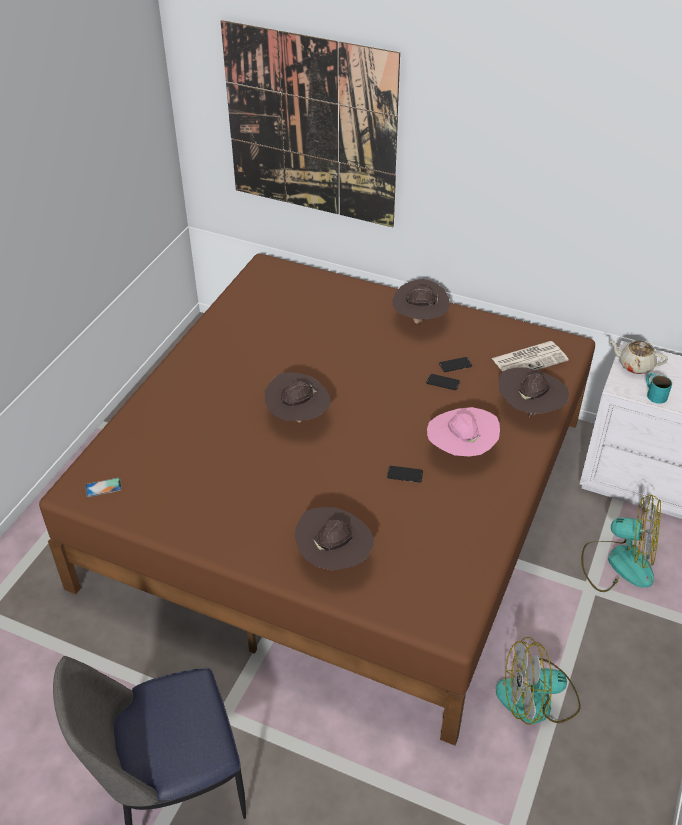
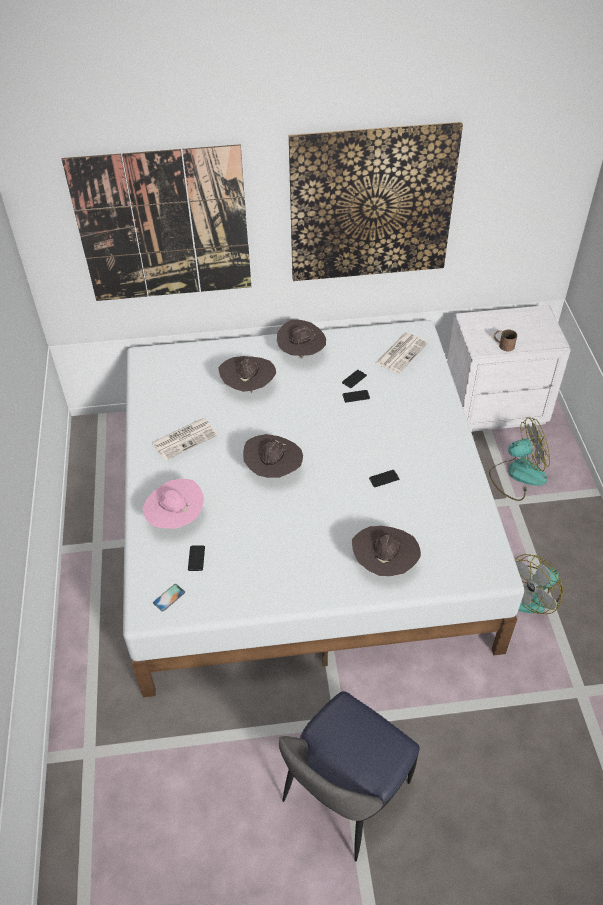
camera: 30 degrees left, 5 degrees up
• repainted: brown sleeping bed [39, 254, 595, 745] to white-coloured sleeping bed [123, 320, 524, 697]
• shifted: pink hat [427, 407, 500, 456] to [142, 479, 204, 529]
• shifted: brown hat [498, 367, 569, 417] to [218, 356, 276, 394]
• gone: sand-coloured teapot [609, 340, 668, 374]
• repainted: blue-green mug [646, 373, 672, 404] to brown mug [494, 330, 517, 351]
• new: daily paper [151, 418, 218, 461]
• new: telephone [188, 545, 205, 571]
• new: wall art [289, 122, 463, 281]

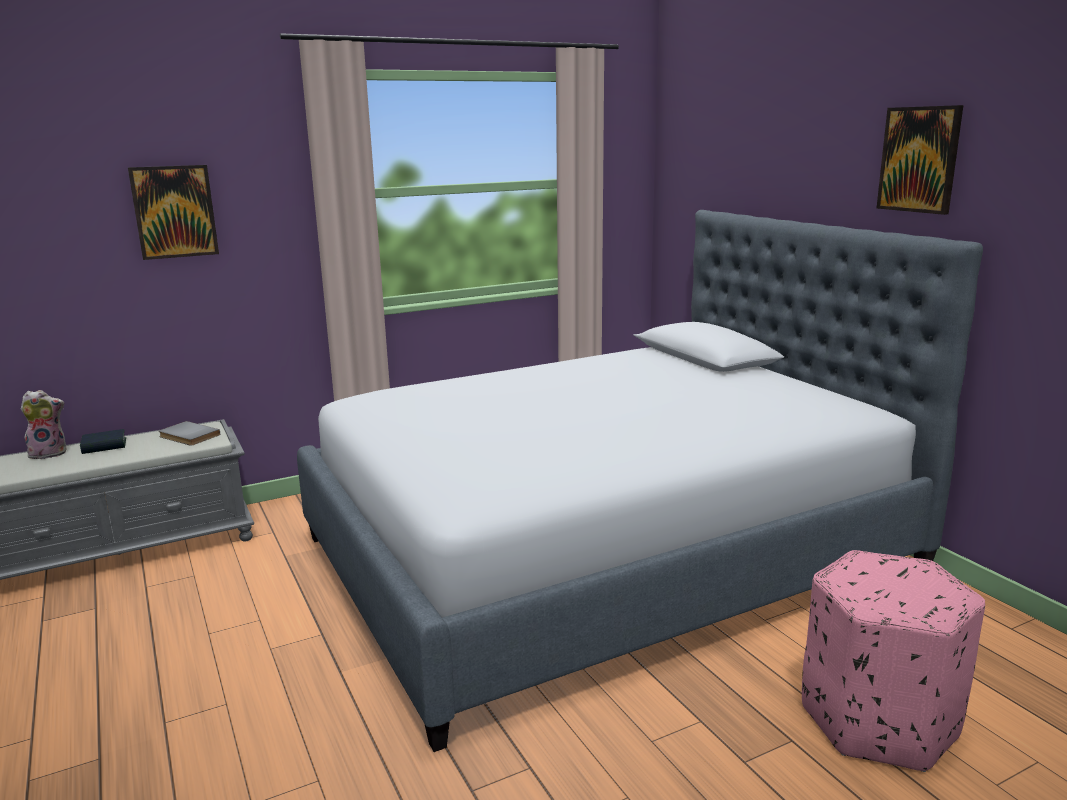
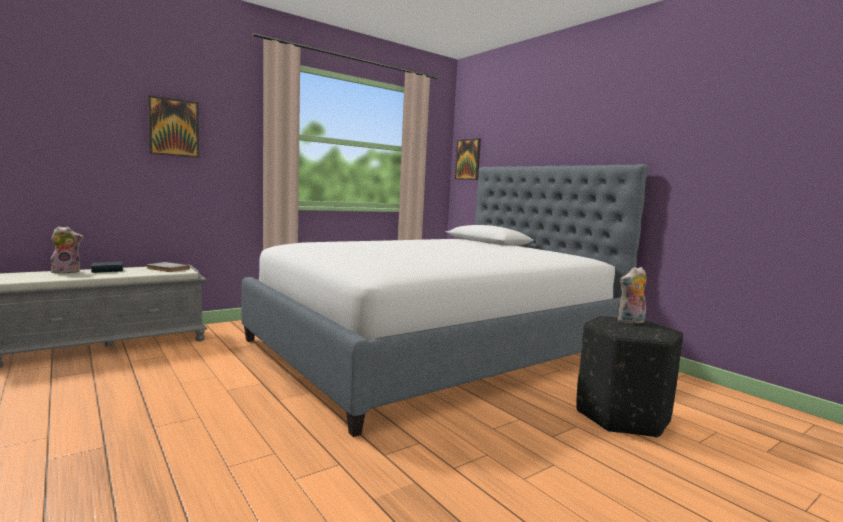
camera: 10 degrees left, 10 degrees down
• repainted: pink footrest [802, 550, 985, 772] to black footrest [576, 316, 683, 438]
• shifted: wall art [877, 105, 963, 215] to [455, 138, 481, 180]
• new: cuddly toy [617, 267, 647, 324]

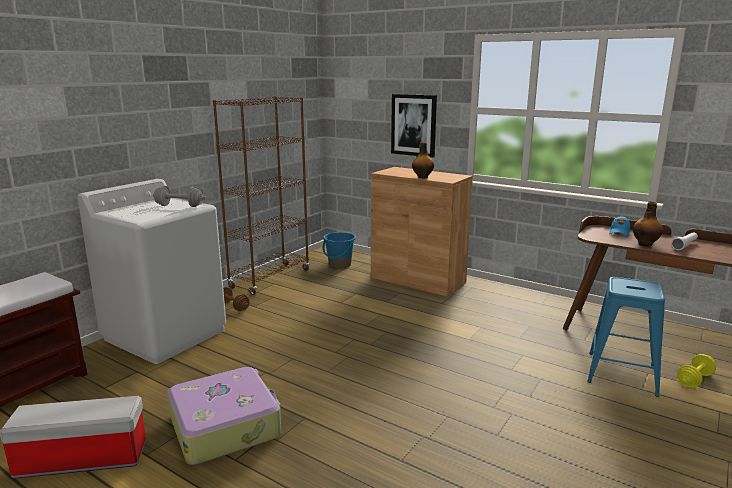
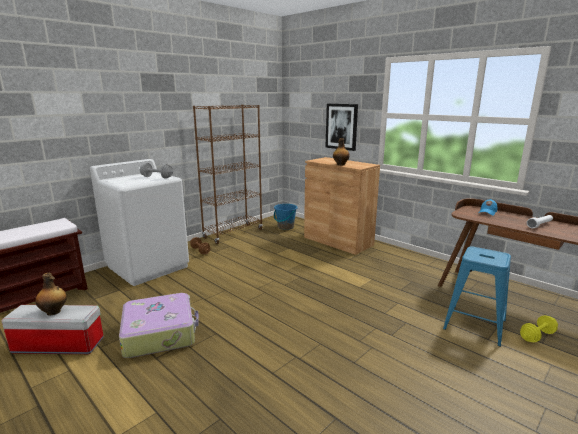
camera: 10 degrees right, 0 degrees up
• shifted: beverage bottle [633, 202, 663, 247] to [35, 273, 67, 315]

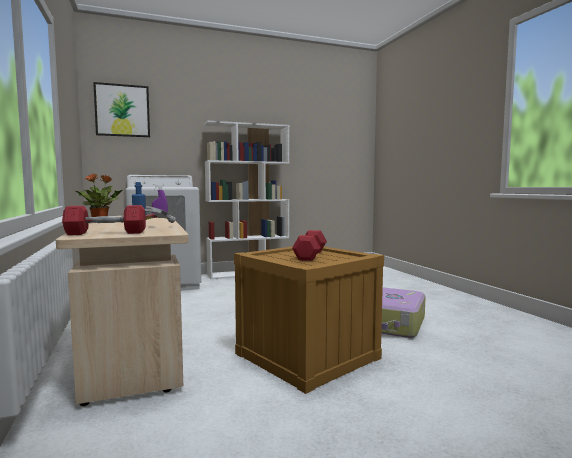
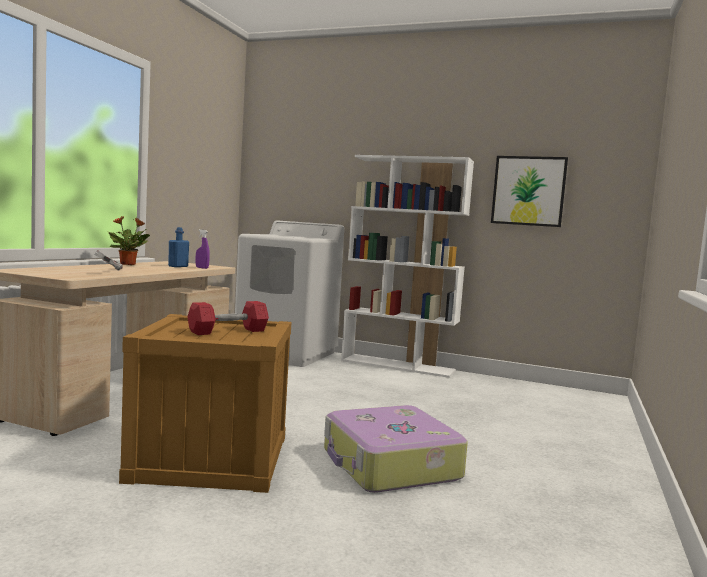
camera: 40 degrees right, 0 degrees up
• gone: red hand weight [62, 205, 146, 235]
• shifted: wall art [93, 82, 150, 137] to [491, 156, 568, 227]

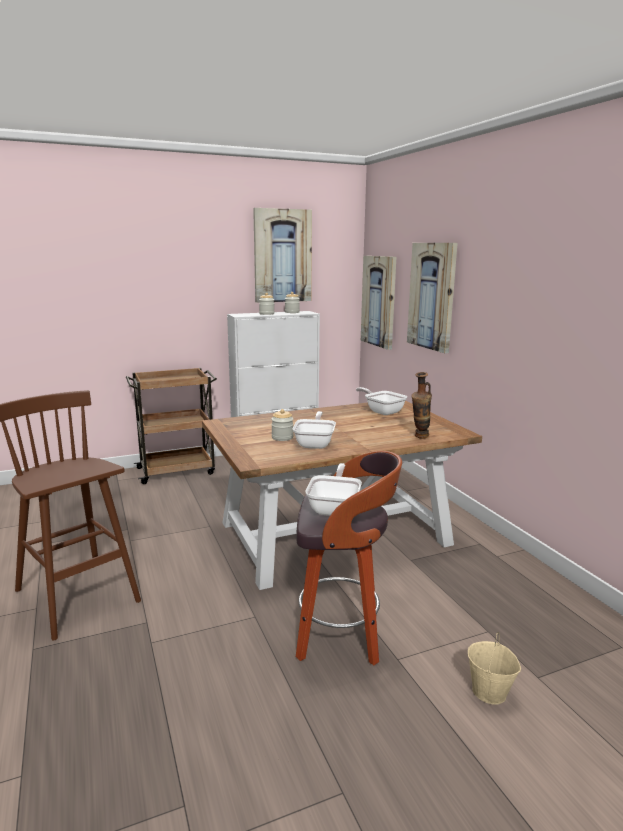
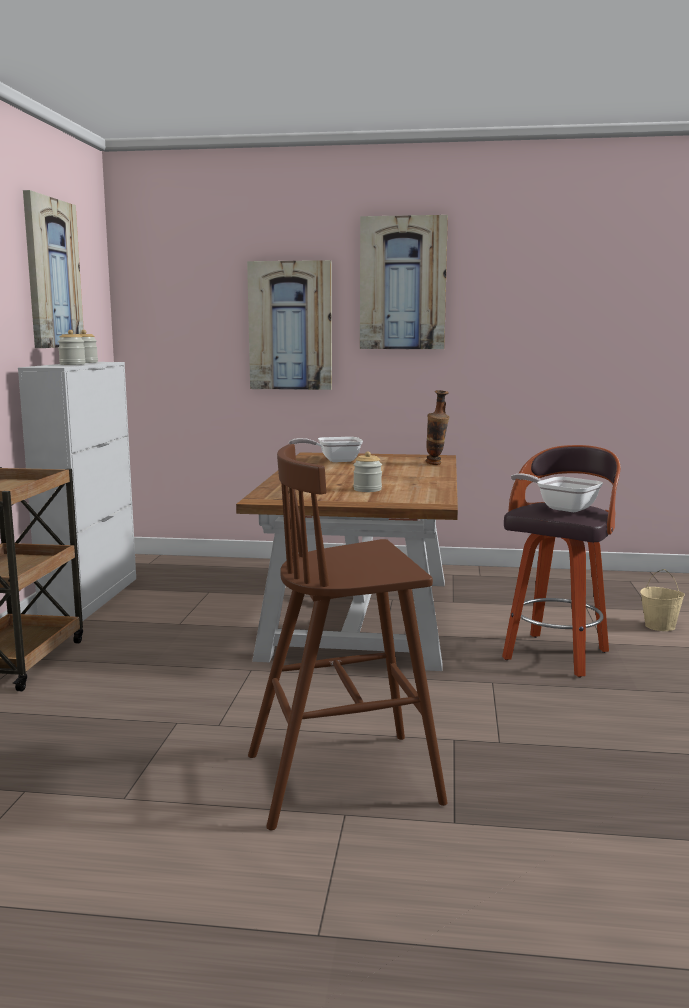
camera: 60 degrees left, 5 degrees down
• gone: pan [293, 411, 336, 449]
• shifted: wall art [361, 256, 396, 350] to [360, 215, 448, 349]

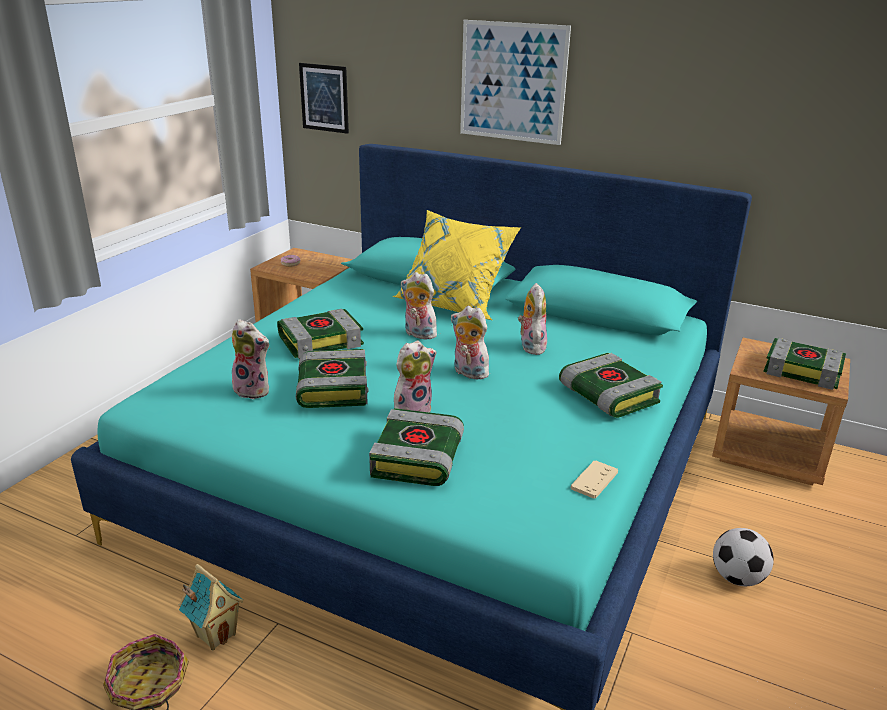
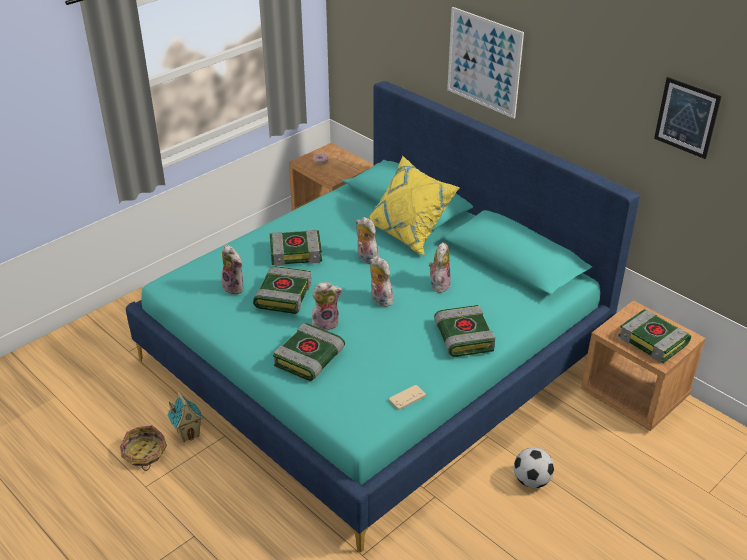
camera: 20 degrees right, 10 degrees up
• shifted: wall art [299, 63, 349, 134] to [654, 77, 722, 159]

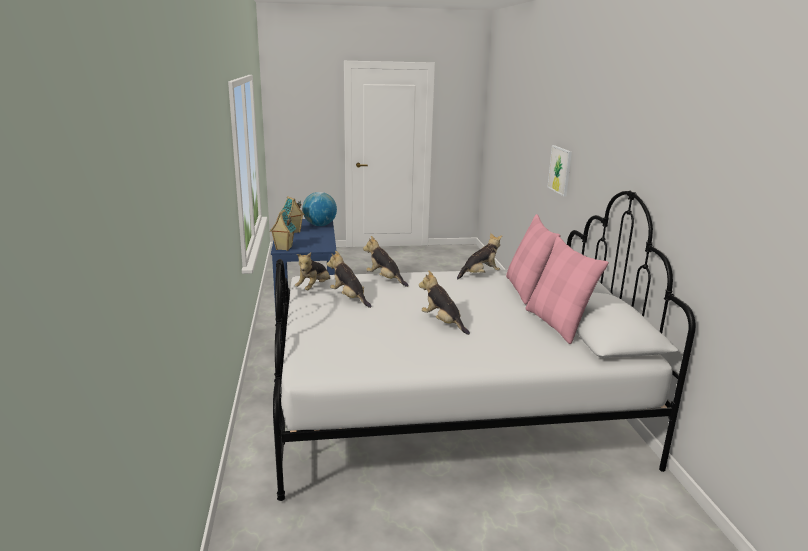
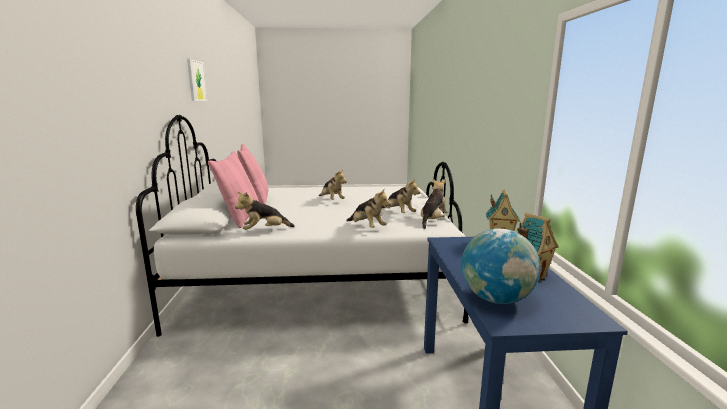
camera: 175 degrees left, 5 degrees down
• shifted: wall art [548, 145, 572, 197] to [187, 59, 208, 101]

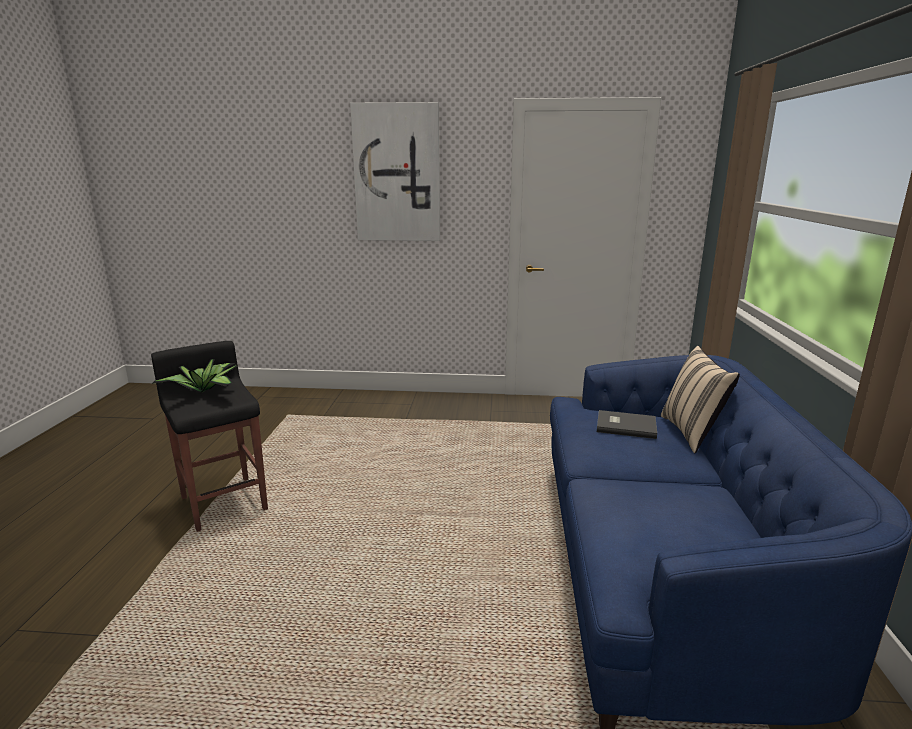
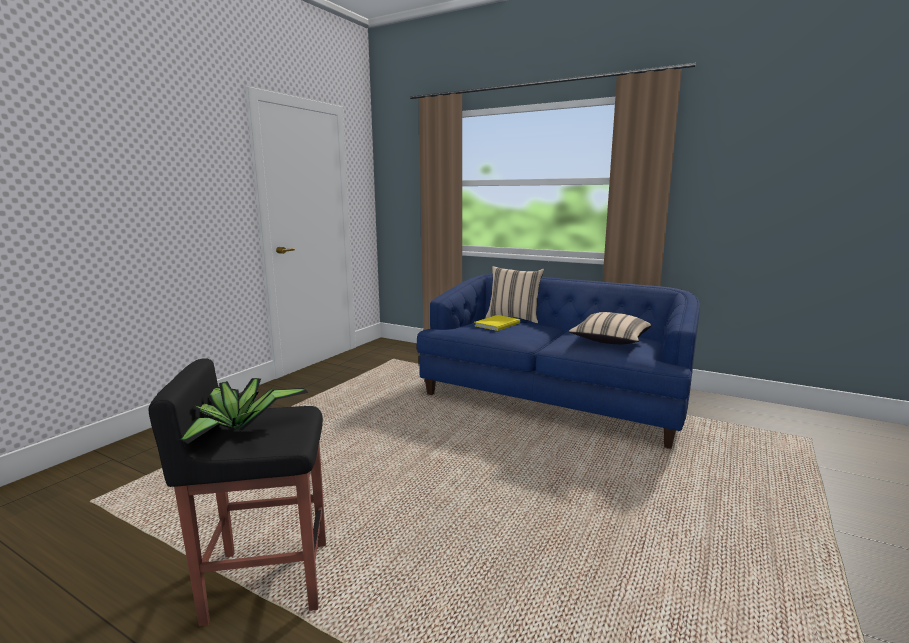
camera: 65 degrees left, 5 degrees down
• gone: wall art [350, 102, 440, 241]
• repainted: grey book [597, 410, 657, 439] to yellowish book [475, 315, 520, 331]
• new: sand-coloured pillow [569, 312, 651, 344]

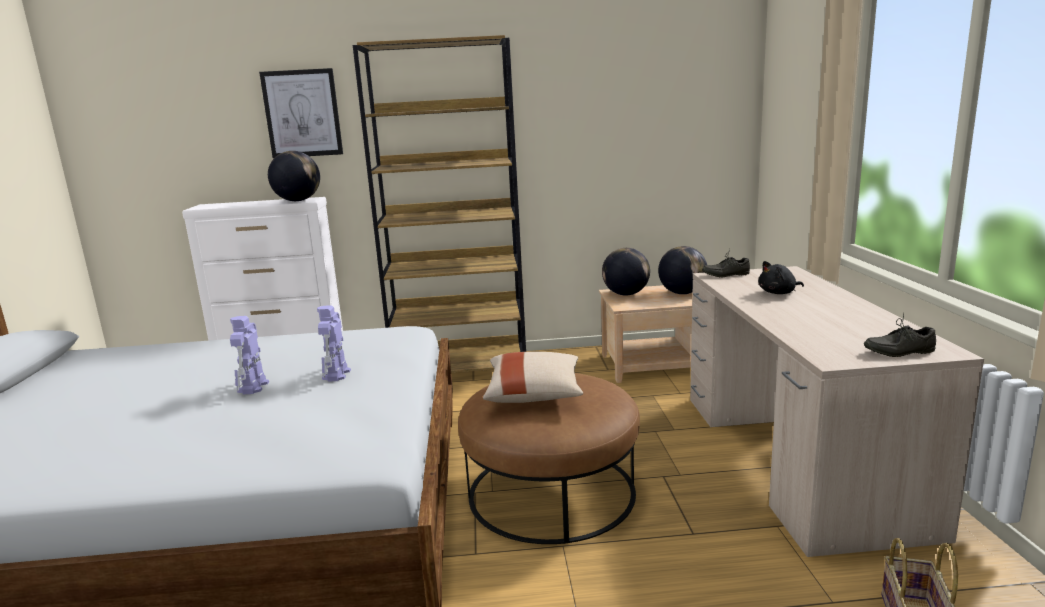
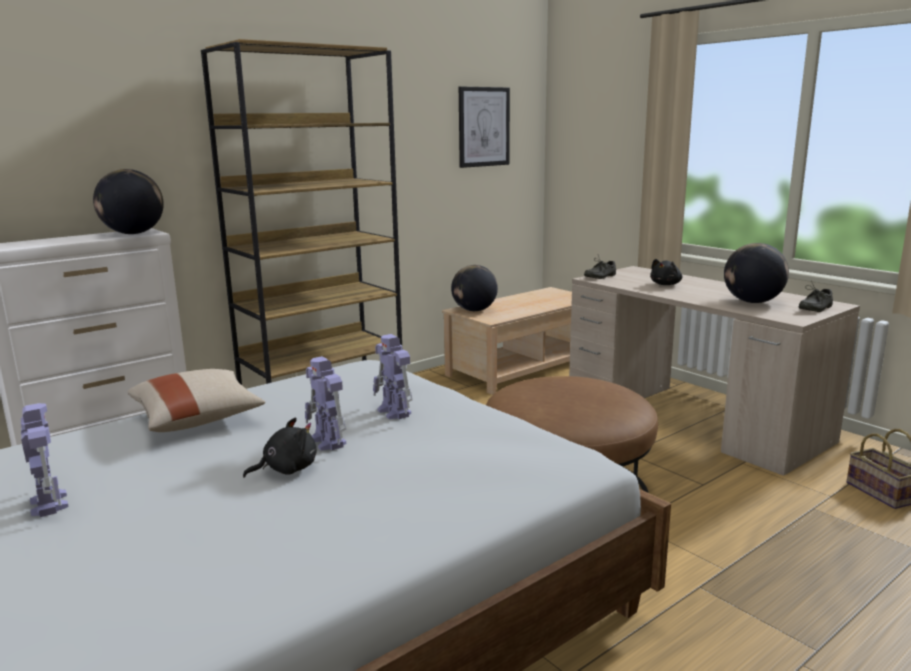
camera: 35 degrees left, 0 degrees up
• shifted: wall art [259, 68, 343, 158] to [459, 86, 510, 168]
• shifted: sand-coloured pillow [483, 352, 583, 403] to [128, 369, 266, 432]
• shifted: globe [658, 246, 707, 294] to [724, 243, 789, 303]
• new: toy robot [21, 403, 69, 517]
• new: black cuddly toy [243, 417, 317, 478]

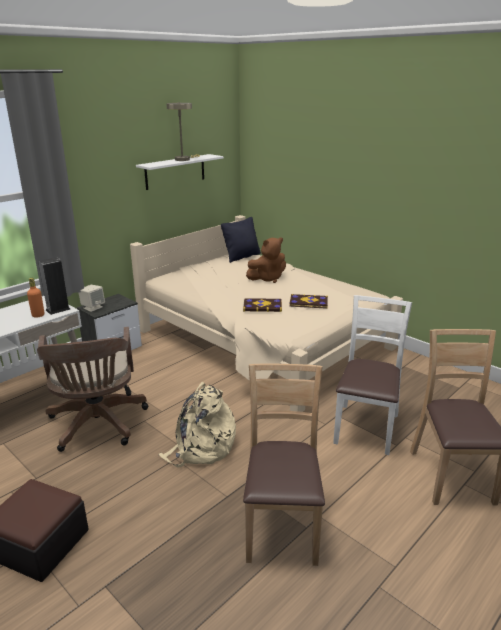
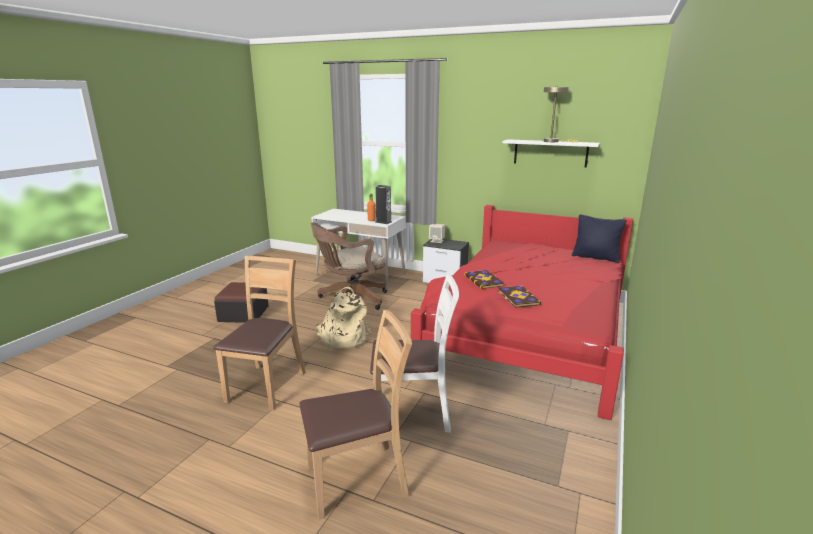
camera: 70 degrees right, 5 degrees down
• repainted: sand-coloured sleeping bed [130, 215, 403, 412] to red sleeping bed [411, 205, 633, 420]
• rotated: brown upright chair [243, 364, 325, 566] = [213, 256, 306, 411] 60 degrees counterclockwise
• gone: brown cuddly toy [246, 238, 286, 283]

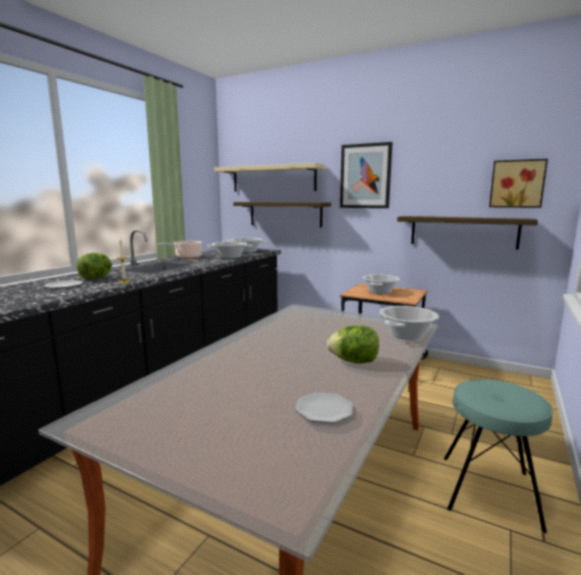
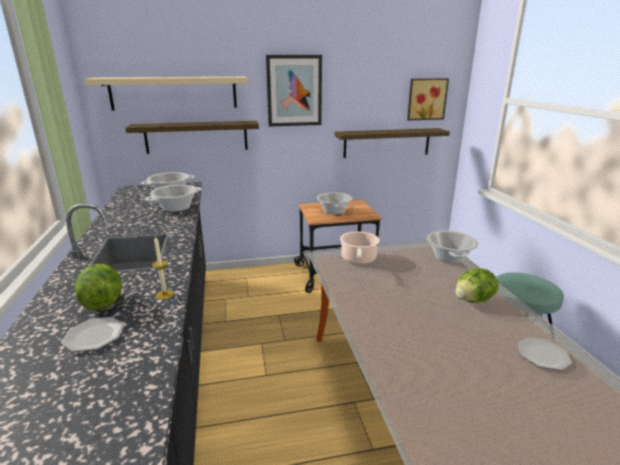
camera: 40 degrees left, 10 degrees up
• shifted: cooking pot [157, 241, 202, 258] to [340, 232, 380, 264]

